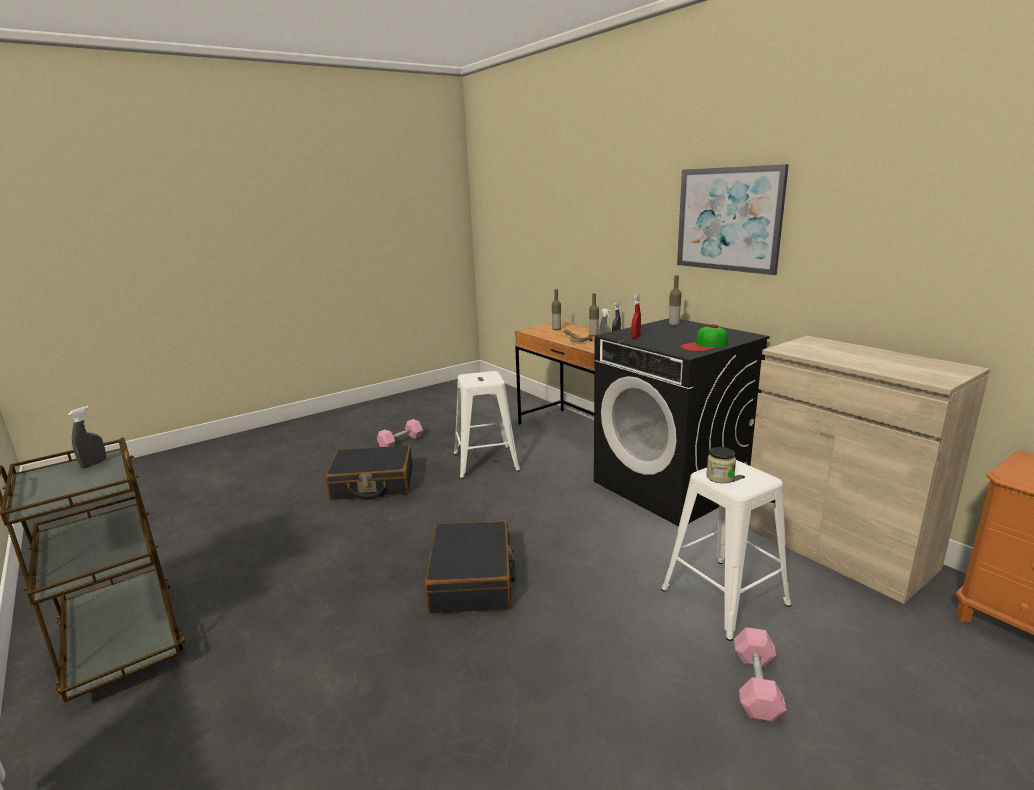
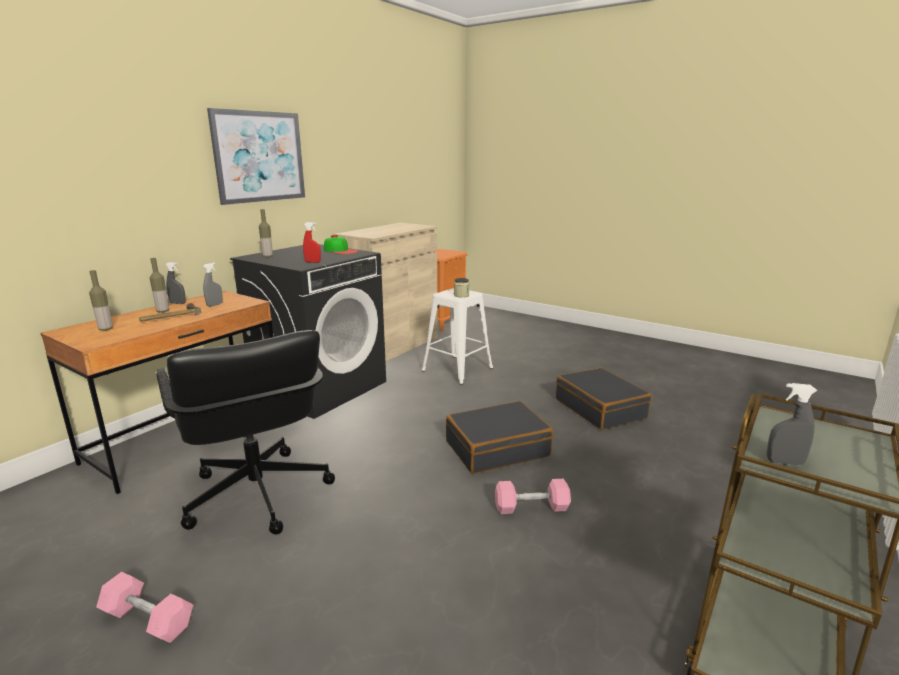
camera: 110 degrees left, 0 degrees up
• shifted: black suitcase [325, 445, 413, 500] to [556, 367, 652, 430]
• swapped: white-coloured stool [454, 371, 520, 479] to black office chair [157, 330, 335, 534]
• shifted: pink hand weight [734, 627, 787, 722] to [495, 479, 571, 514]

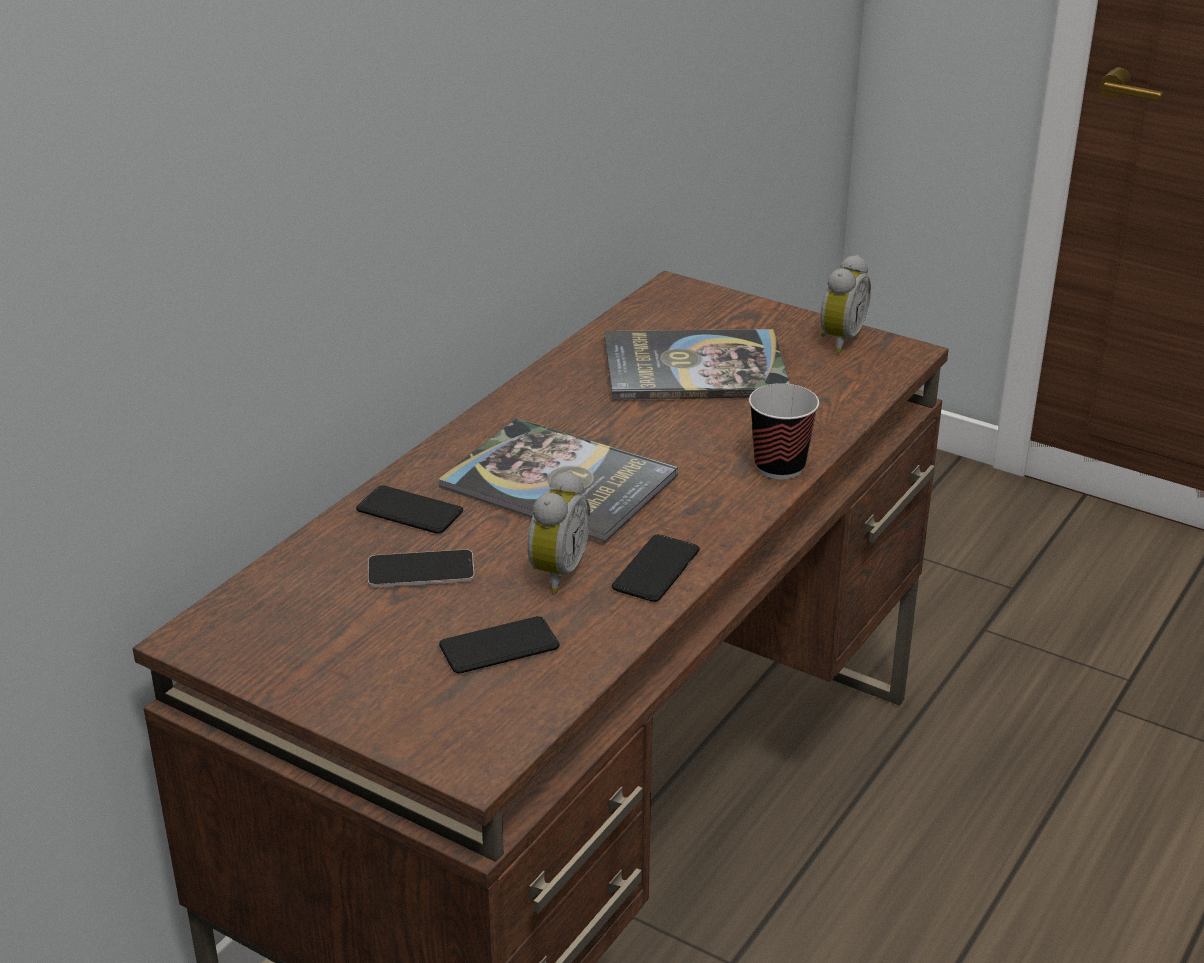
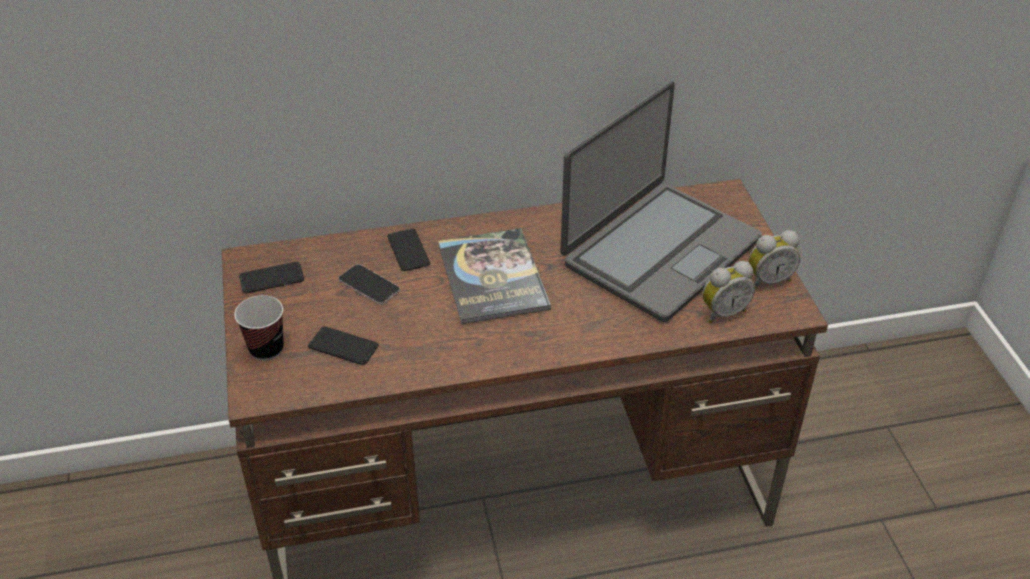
camera: 45 degrees right, 10 degrees up
• shifted: alarm clock [527, 470, 590, 594] to [702, 261, 755, 323]
• swapped: book [604, 329, 790, 400] to portable computer [561, 81, 762, 322]
• shifted: telephone [612, 535, 700, 602] to [239, 262, 304, 293]
• shifted: small cup [749, 383, 819, 479] to [234, 295, 284, 361]

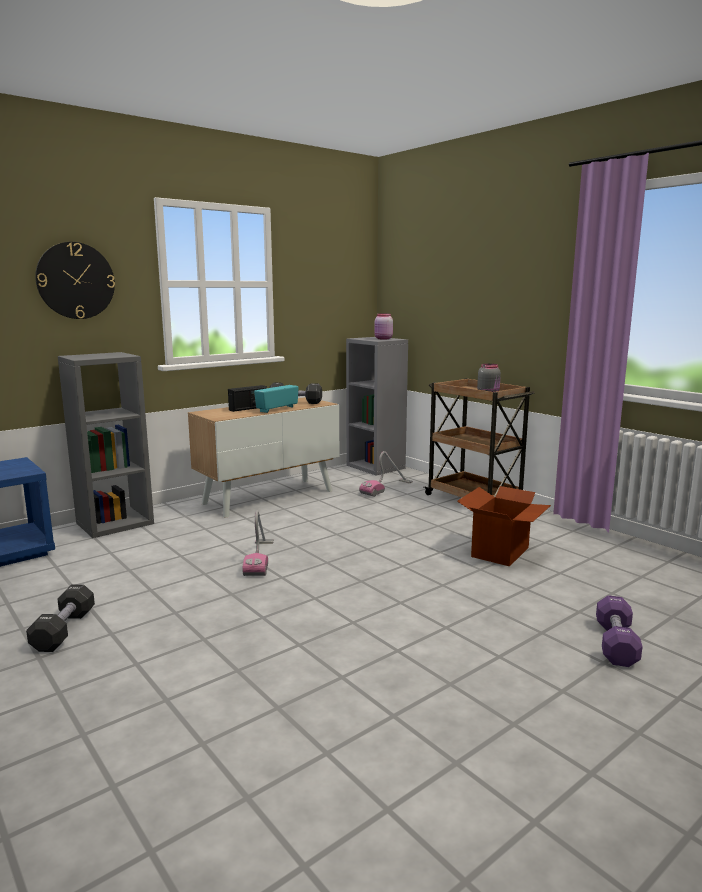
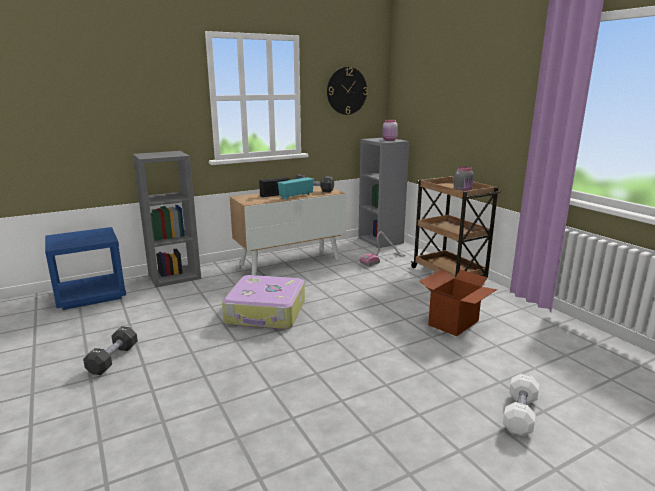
camera: 10 degrees right, 5 degrees up
• shifted: hanging clock [35, 242, 115, 319] to [327, 67, 367, 115]
• swapped: vacuum cleaner [243, 511, 274, 576] to suitcase [222, 275, 305, 330]
• repainted: purple hand weight [596, 595, 643, 667] to white-coloured hand weight [503, 373, 539, 436]

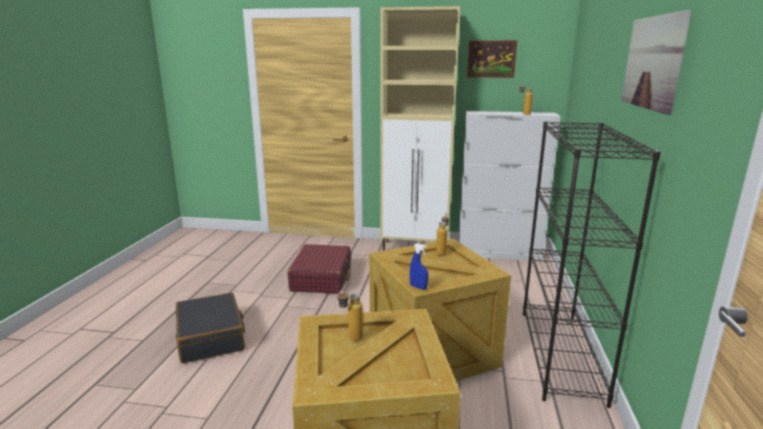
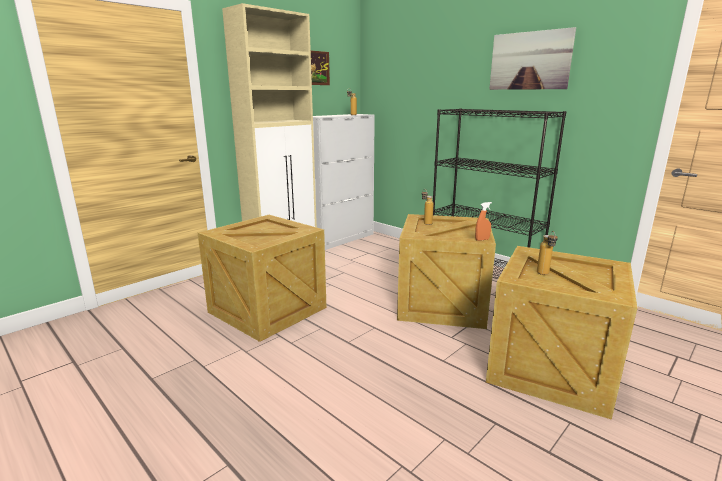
camera: 55 degrees left, 0 degrees up
• gone: black suitcase [176, 292, 245, 363]
• swapped: red suitcase [288, 244, 351, 294] to shipping crate [198, 215, 326, 342]
• repainted: blue hand sprayer [409, 243, 428, 289] to orange-coloured hand sprayer [475, 202, 492, 241]

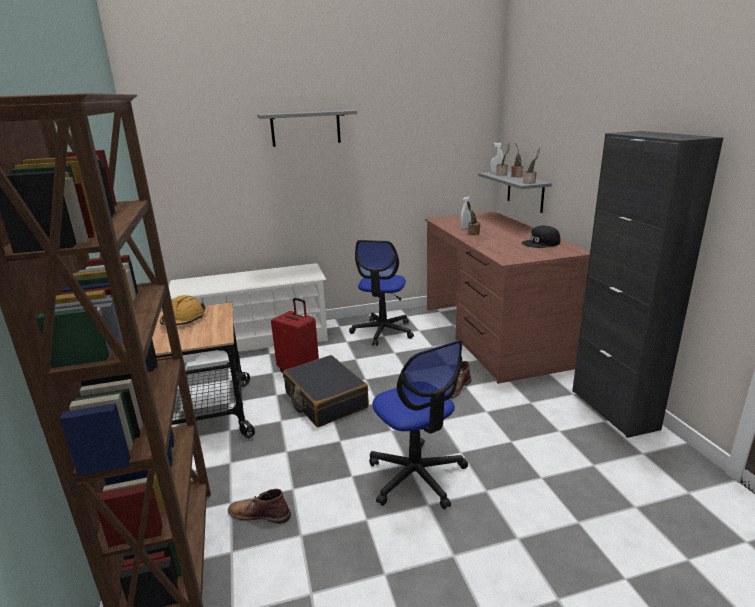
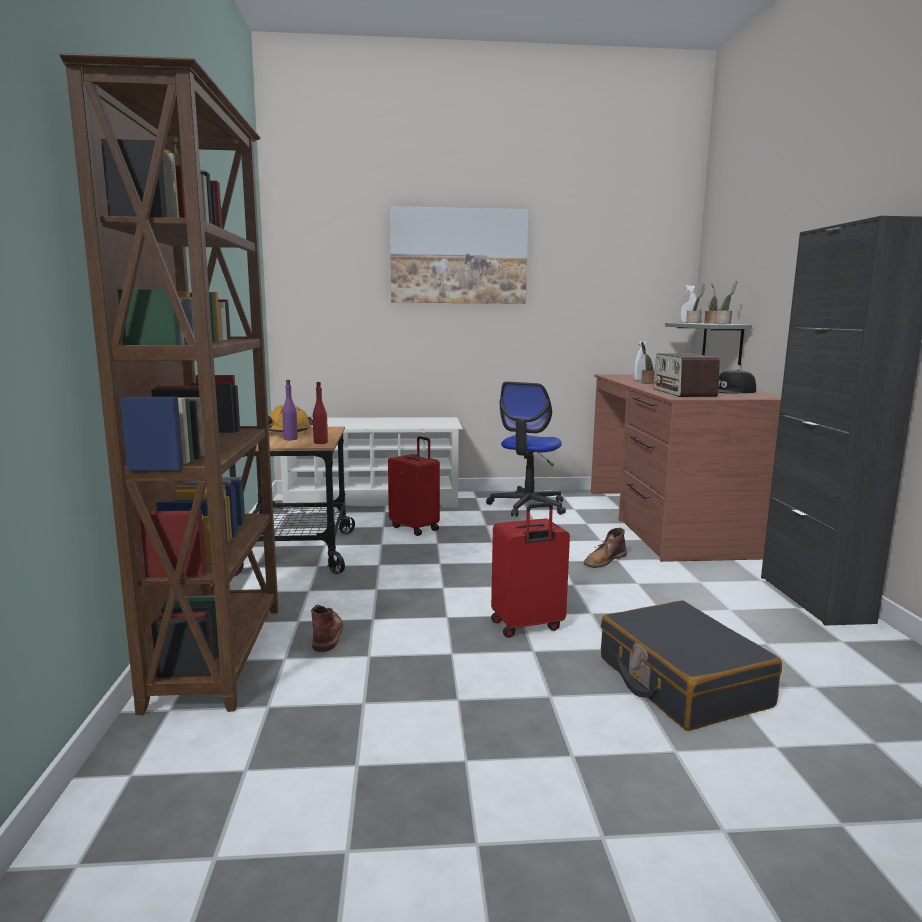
camera: 10 degrees right, 10 degrees down
• rotated: brown boot [228, 489, 291, 524] = [311, 605, 343, 652] 60 degrees clockwise
• swapped: grey bracket shelf [257, 110, 357, 147] to wall art [390, 206, 529, 304]
• shifted: black suitcase [283, 355, 369, 427] to [601, 600, 782, 731]
• swapped: office chair [369, 340, 468, 509] to red suitcase [491, 502, 570, 638]
• new: purple beverage bottle [282, 380, 298, 440]
• new: red beverage bottle [312, 382, 328, 444]
• new: radio receiver [653, 353, 720, 397]

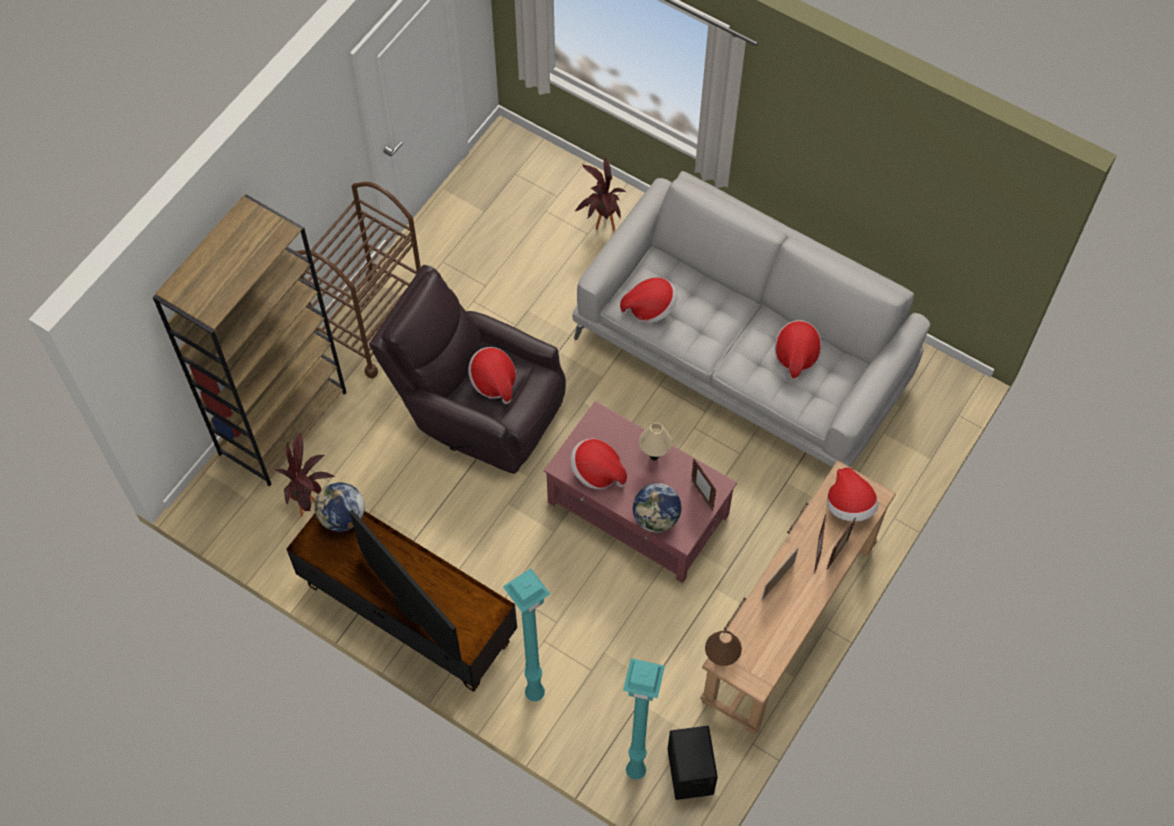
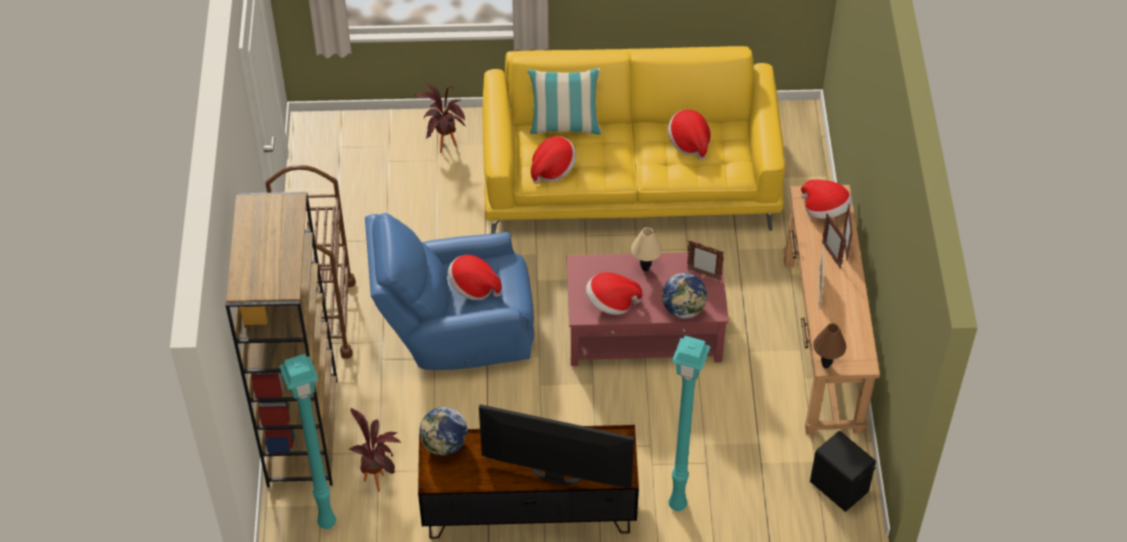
camera: 35 degrees left, 10 degrees down
• repainted: brown easy chair [369, 265, 566, 474] to blue easy chair [365, 213, 534, 370]
• repainted: grey couch [572, 171, 930, 468] to yellowish couch [482, 46, 785, 234]
• shifted: blue-green floor lamp [623, 658, 665, 779] to [279, 354, 336, 529]
• new: pillow [527, 68, 602, 135]

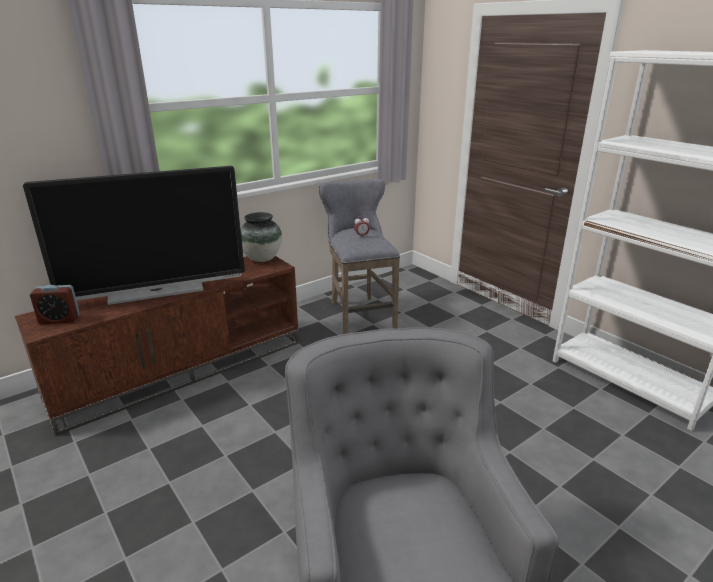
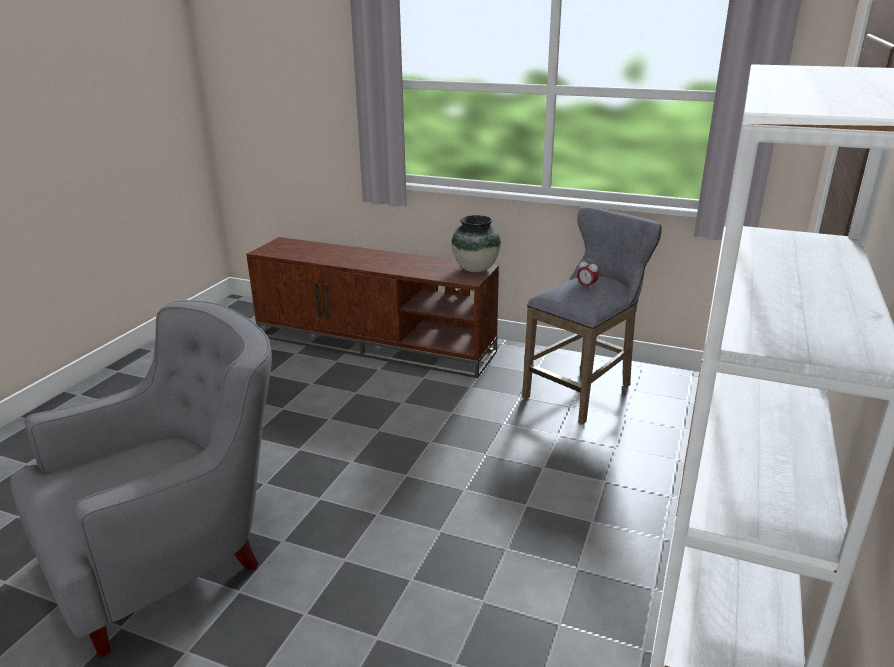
camera: 60 degrees right, 0 degrees up
• gone: TV set [23, 166, 245, 305]
• gone: alarm clock [30, 285, 80, 324]

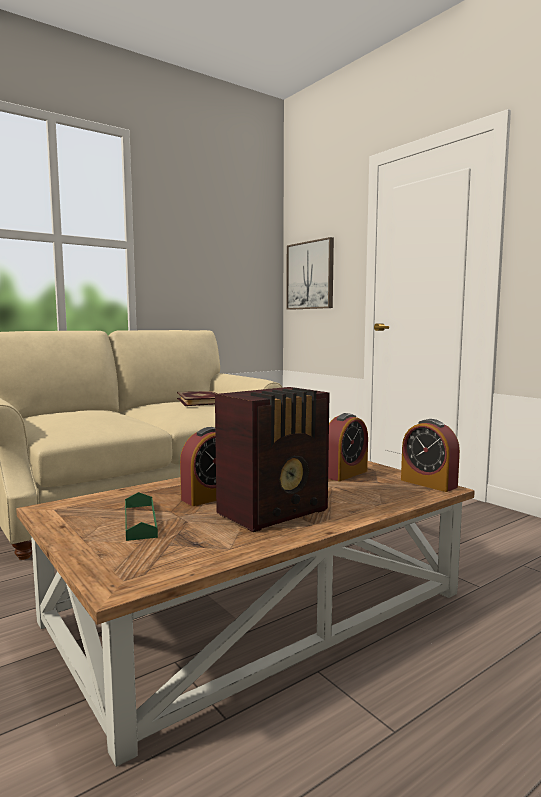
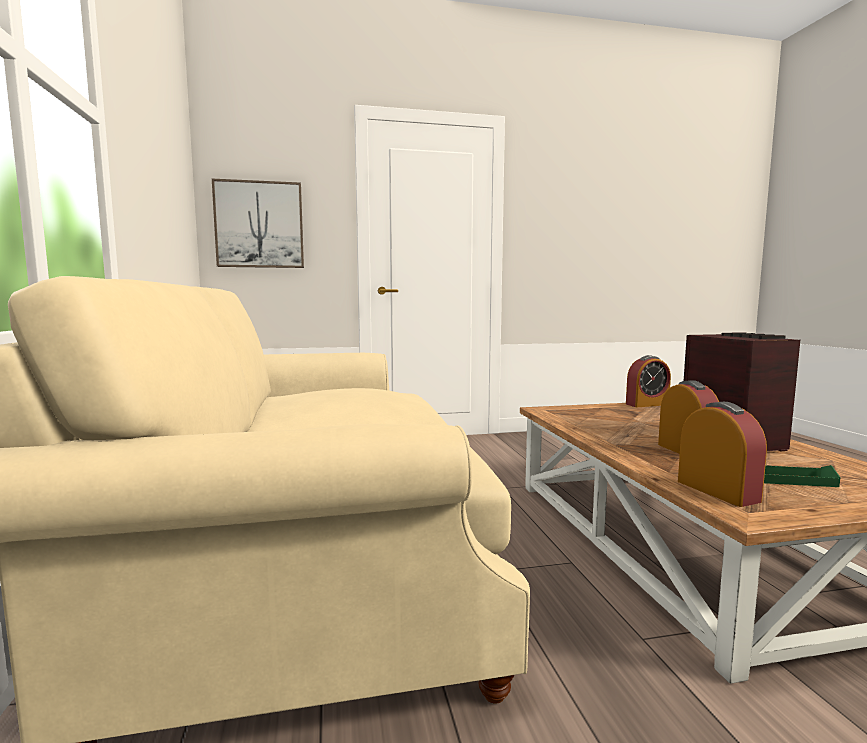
camera: 65 degrees left, 0 degrees up
• gone: book [177, 391, 217, 406]
• shifted: alarm clock [328, 413, 368, 481] to [678, 402, 767, 507]

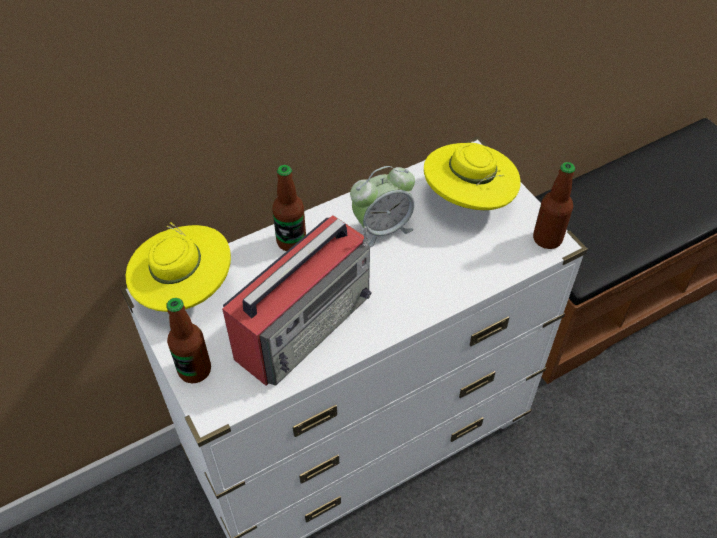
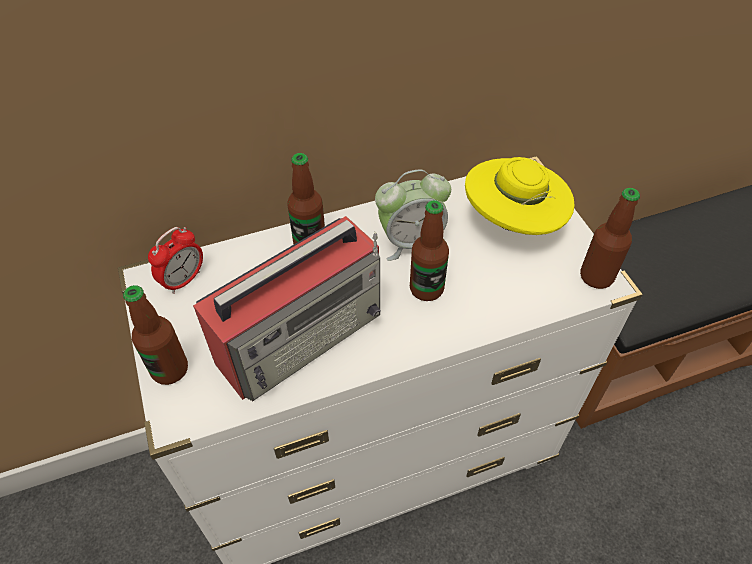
camera: 10 degrees right, 0 degrees up
• swapped: yellowish hat [125, 222, 231, 312] to alarm clock [148, 227, 203, 294]
• new: beverage bottle [410, 200, 449, 301]

